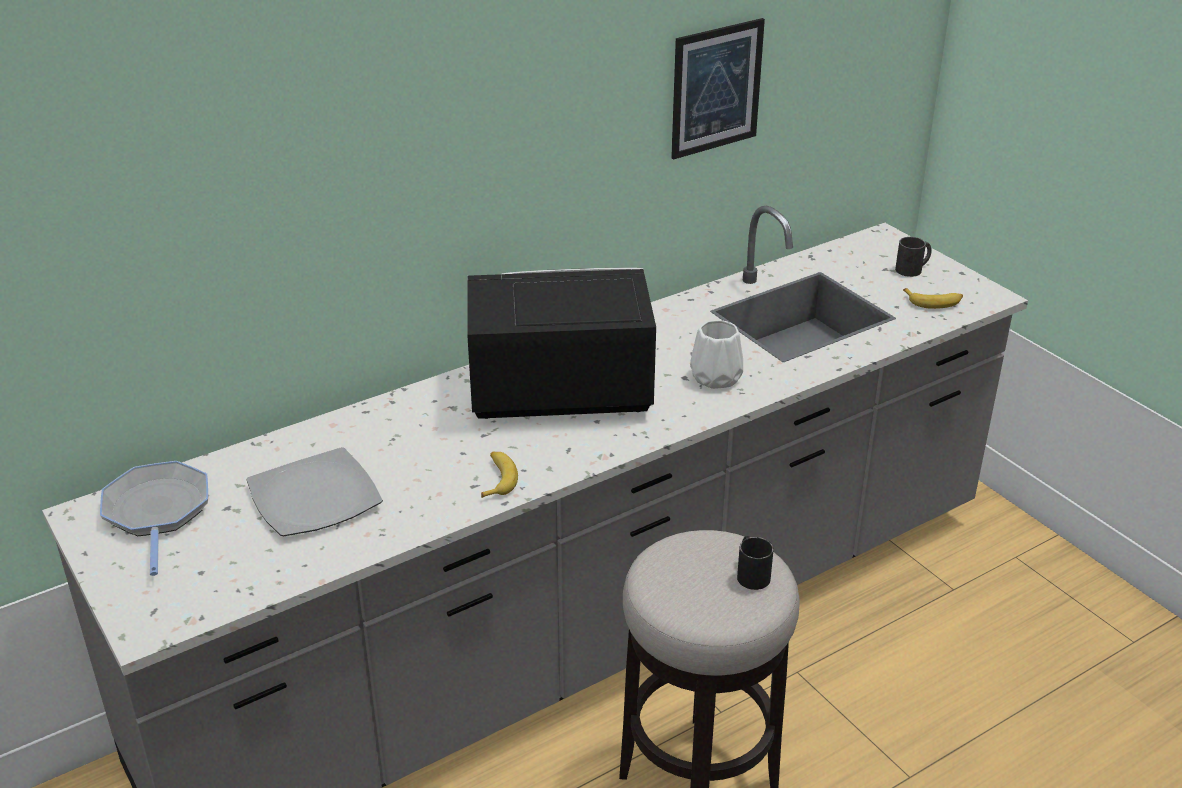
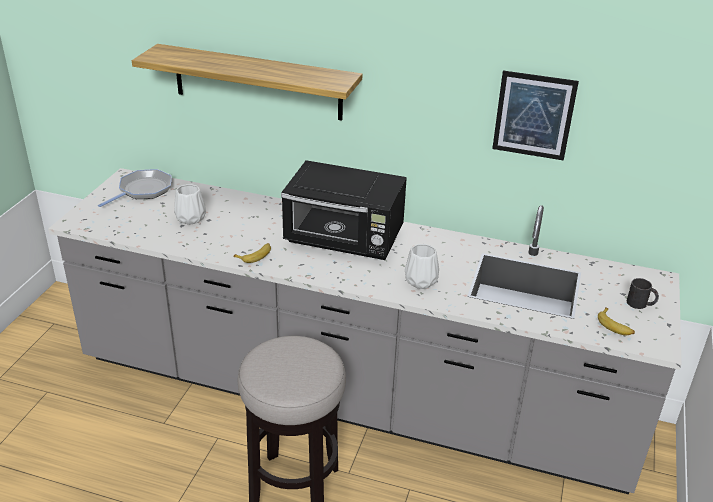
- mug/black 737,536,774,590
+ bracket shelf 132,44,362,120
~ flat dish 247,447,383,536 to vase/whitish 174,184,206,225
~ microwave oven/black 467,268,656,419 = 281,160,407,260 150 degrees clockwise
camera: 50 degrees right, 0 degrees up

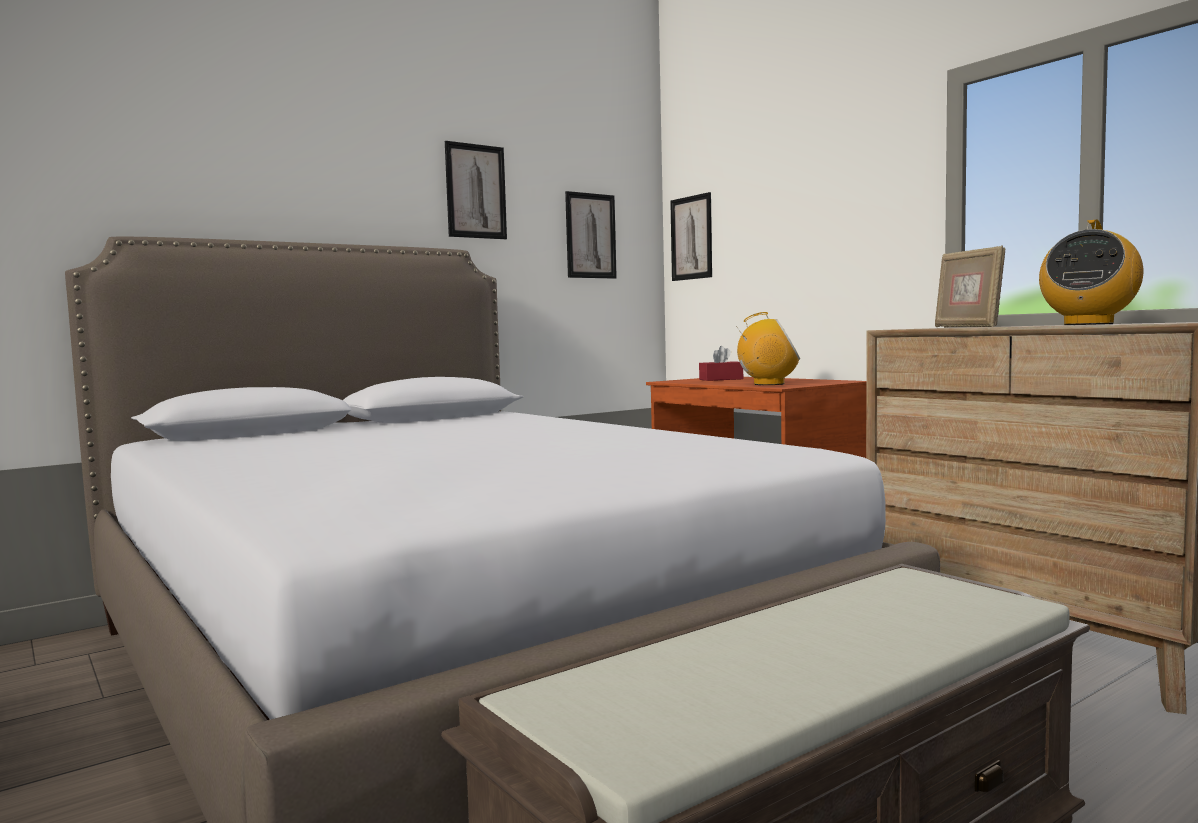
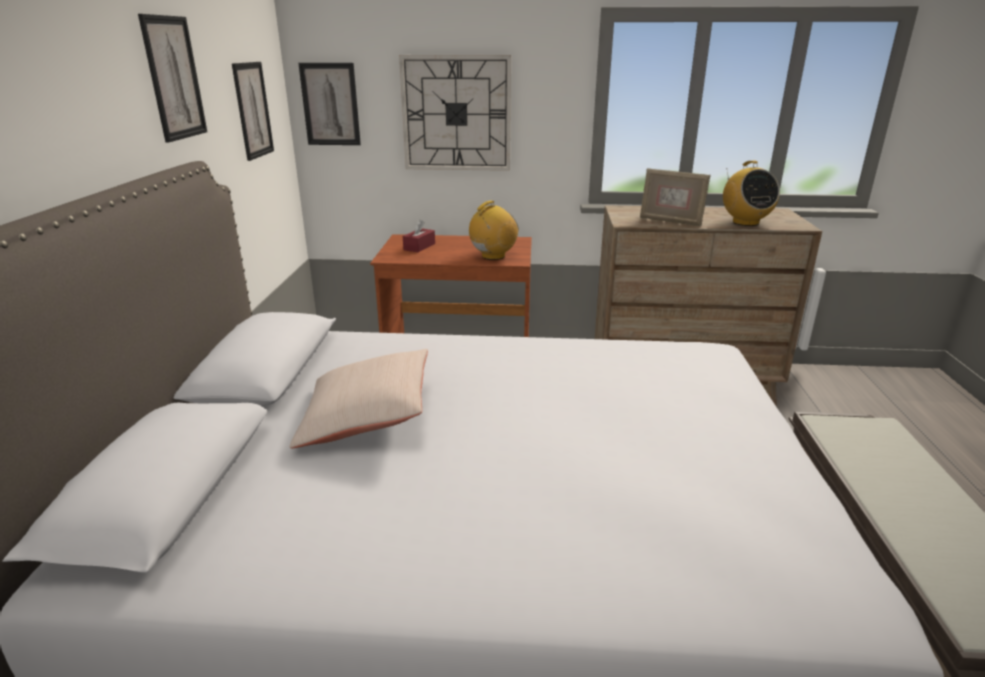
+ pillow/sand-coloured 290,349,428,449
+ hanging clock 399,55,511,171
camera: 50 degrees left, 20 degrees up

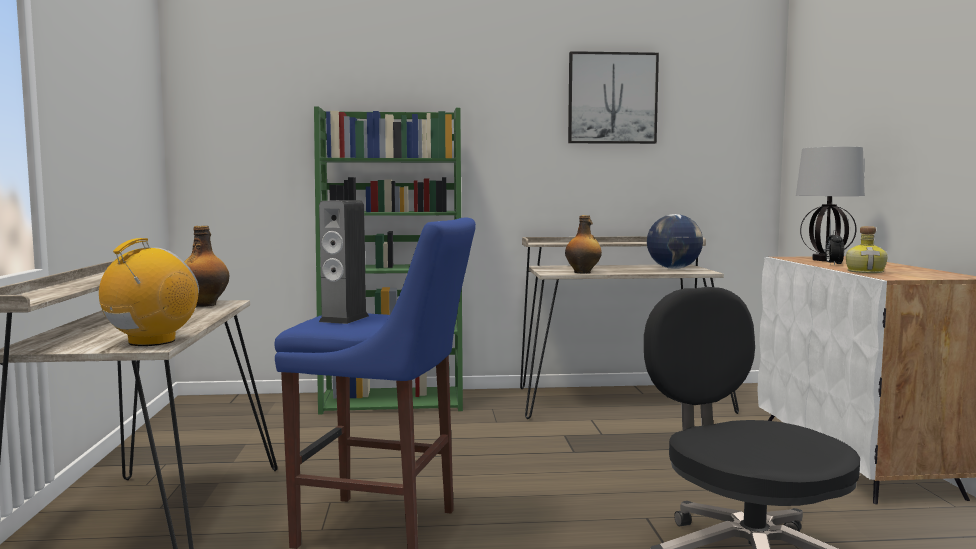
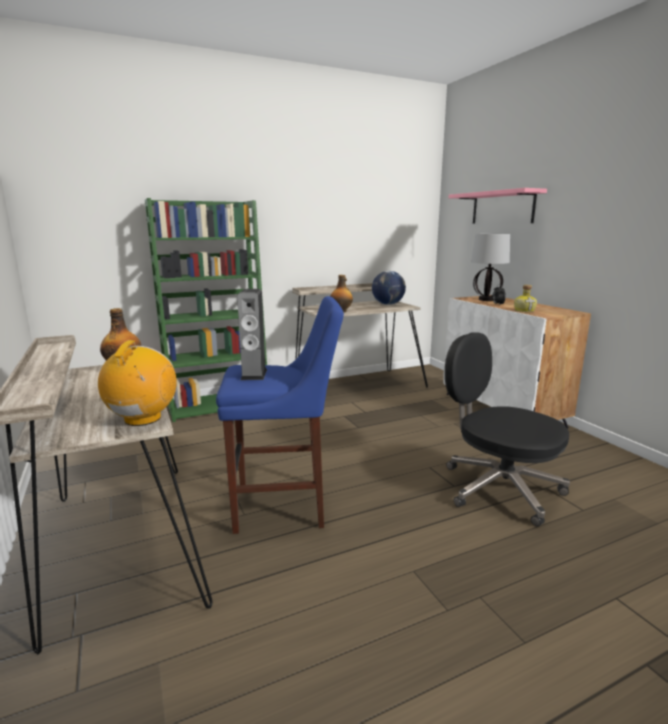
- wall art 568,51,659,144
+ bracket shelf/pinkish 449,188,547,224
camera: 20 degrees left, 10 degrees up

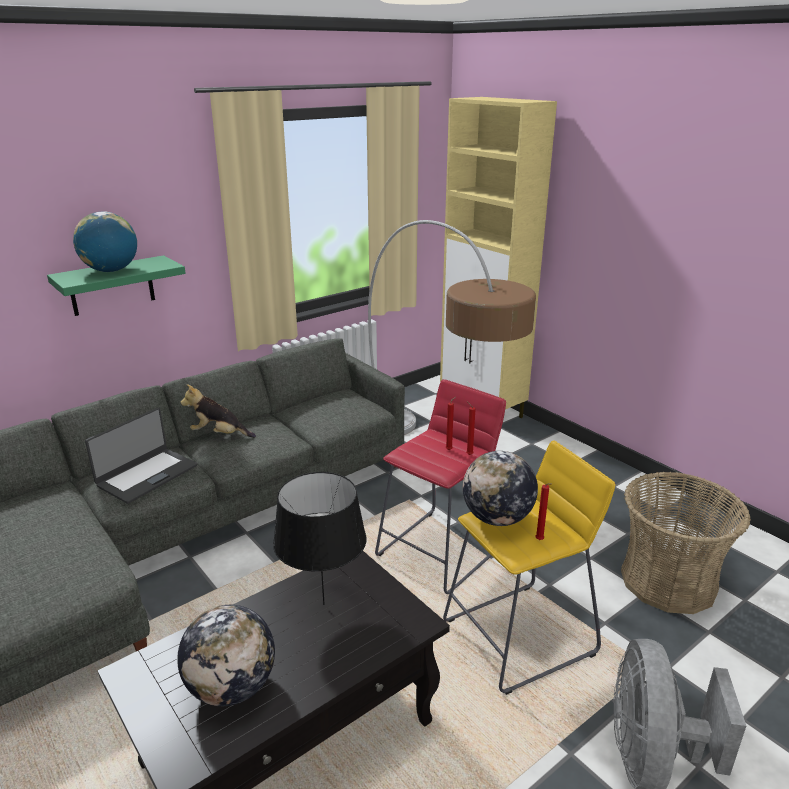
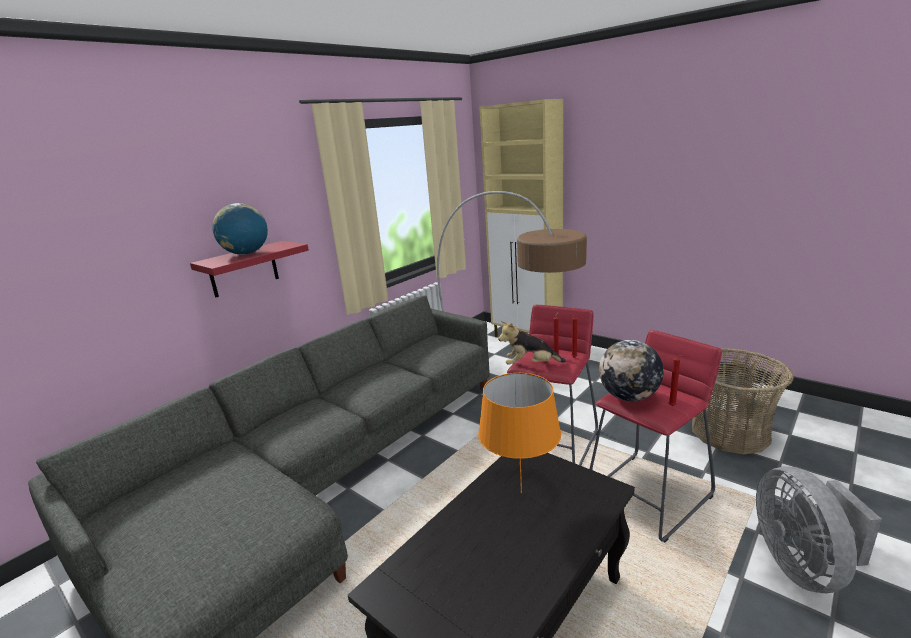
- laptop 85,407,197,504
- world globe 177,605,275,706
~ plush toy 180,384,256,438 to 498,321,566,365
~ bracket shelf/greenish 47,255,186,316 to bracket shelf/red 190,241,309,298
~ lamp for a table/black 273,472,366,605 to lamp for a table/orange-coloured 478,373,561,493
~ sitting stool/yellow 443,440,615,695 to sitting stool/red 590,330,722,542
camera: 10 degrees left, 5 degrees down

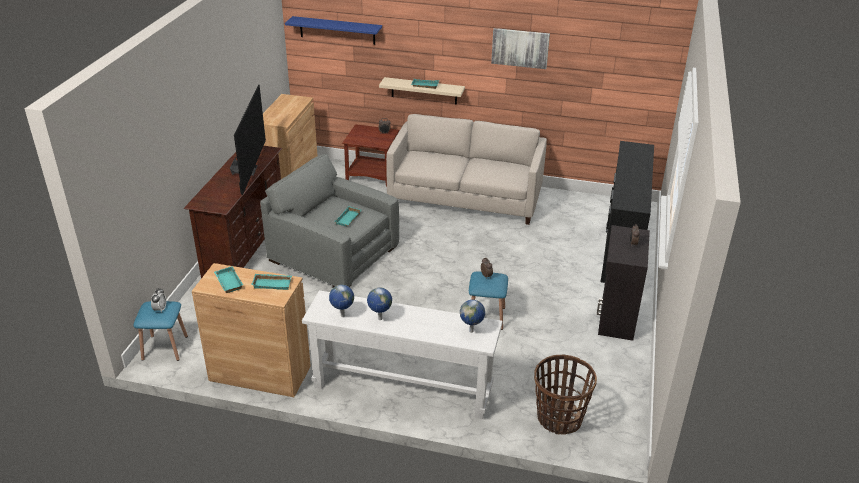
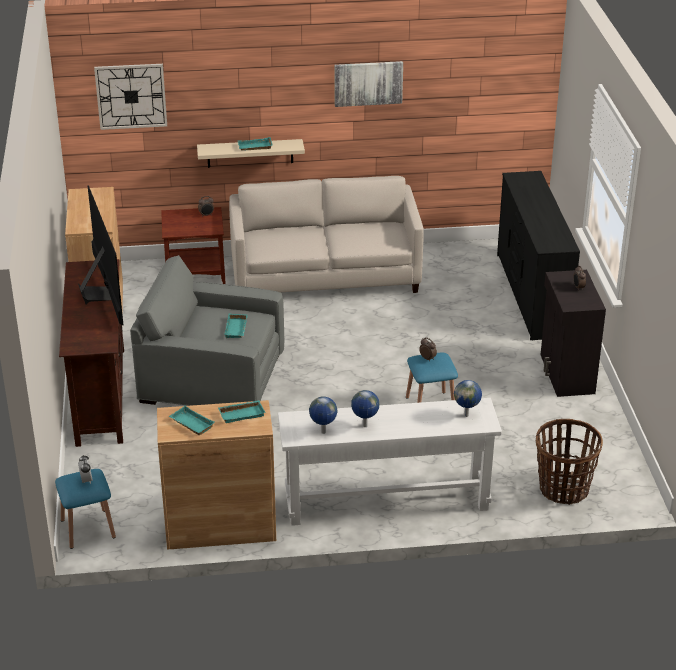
~ bracket shelf/blue 285,16,382,45 to hanging clock 94,64,167,130
camera: 20 degrees left, 0 degrees up

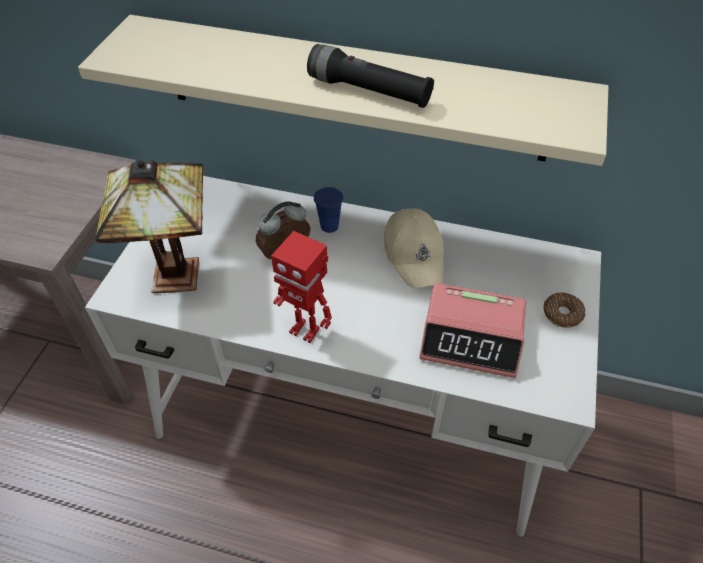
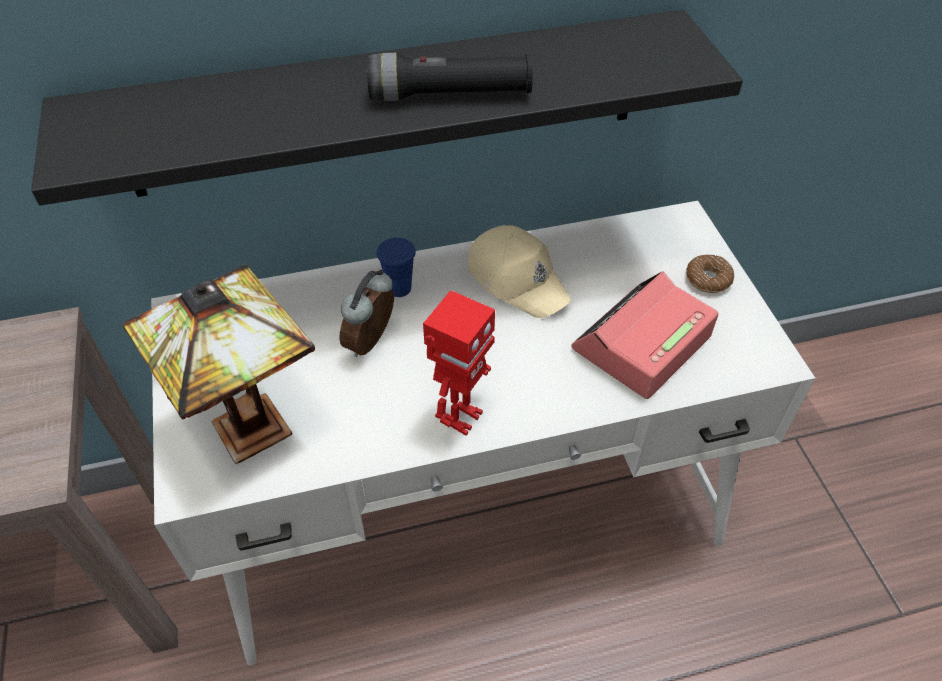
~ bracket shelf/sand-coloured 78,15,609,166 to bracket shelf/black 31,10,743,205
~ toy robot 271,231,332,343 = 423,290,495,436 60 degrees counterclockwise
~ table clock 419,283,526,378 = 571,271,719,399 150 degrees clockwise
camera: 30 degrees left, 0 degrees up

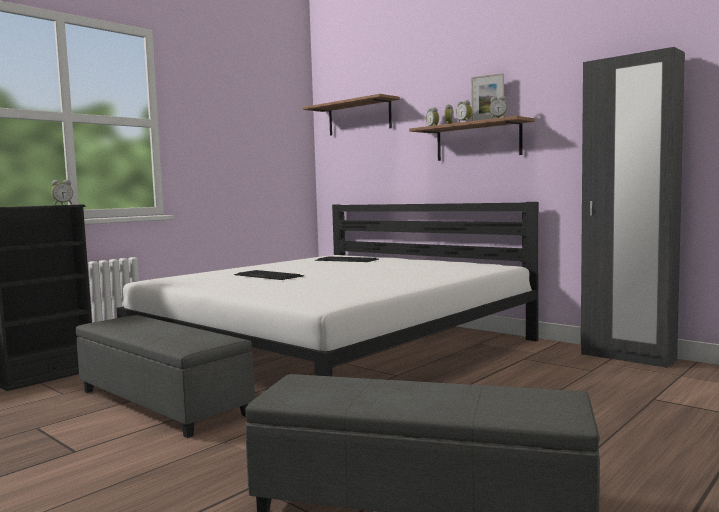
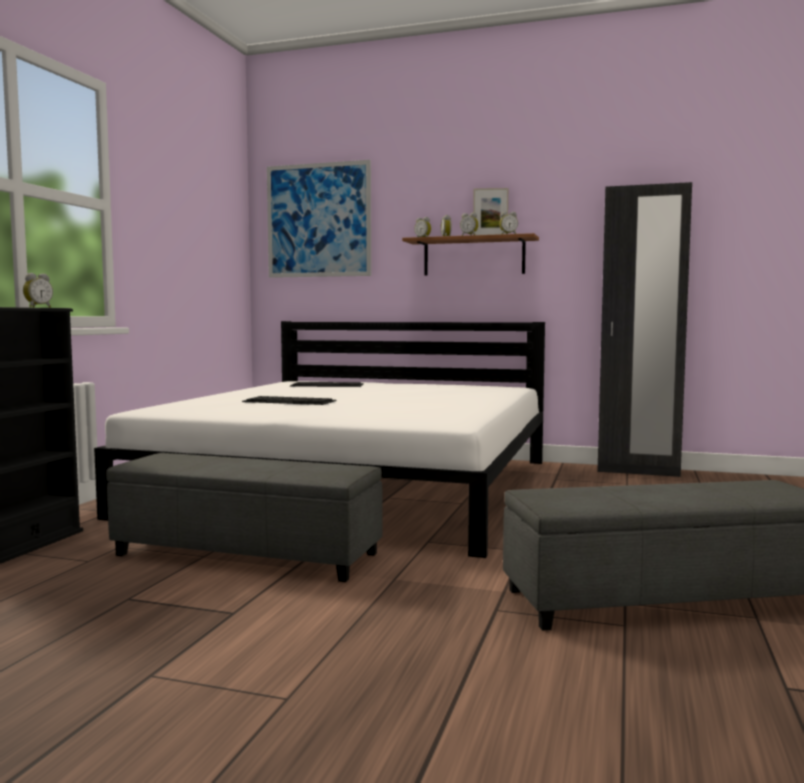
~ bracket shelf 302,94,400,136 to wall art 267,160,371,278
camera: 25 degrees left, 0 degrees up

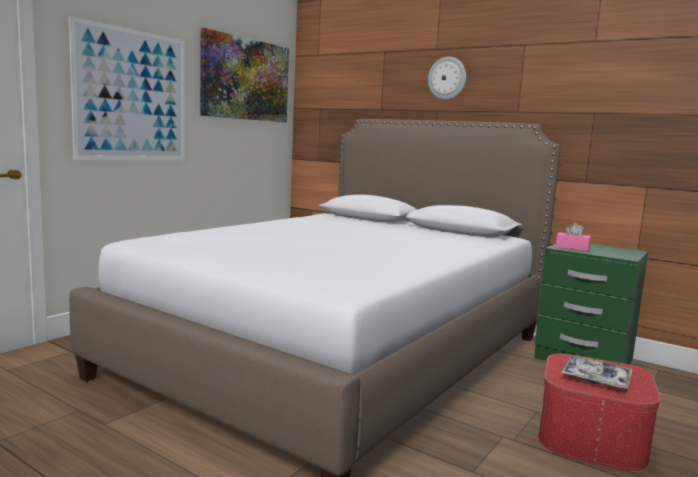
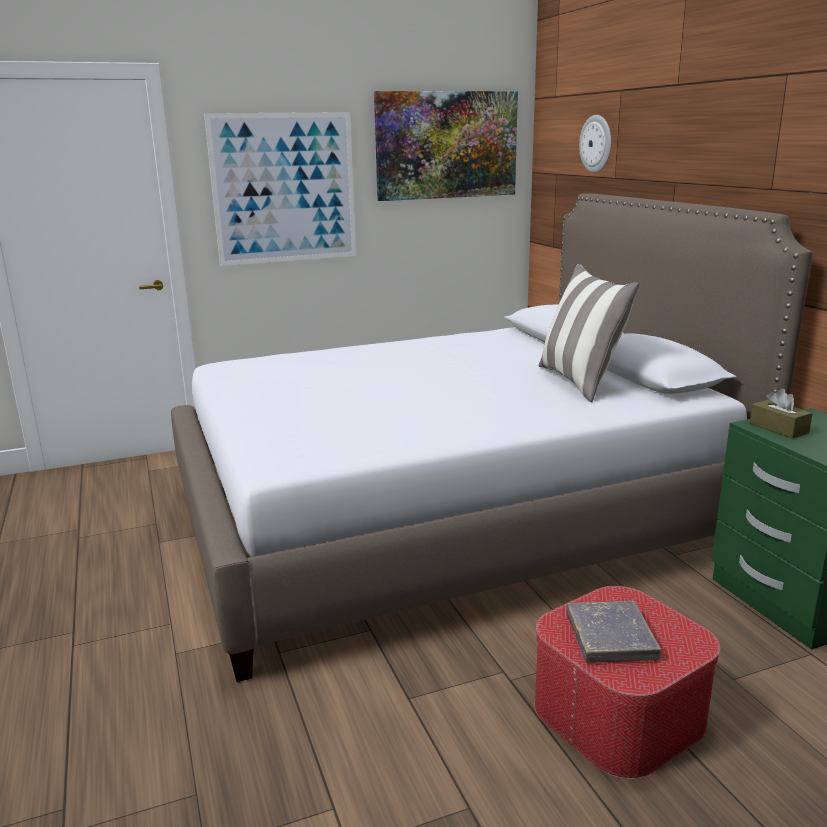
+ pillow 539,264,639,402
~ hanging clock 428,57,466,100 to 579,115,611,173
~ serving tray 561,355,633,389 to volume/grey 567,601,661,663
~ tissue box/pinkish 556,222,591,251 to tissue box/brown-coloured 750,389,812,438
camera: 35 degrees right, 10 degrees up

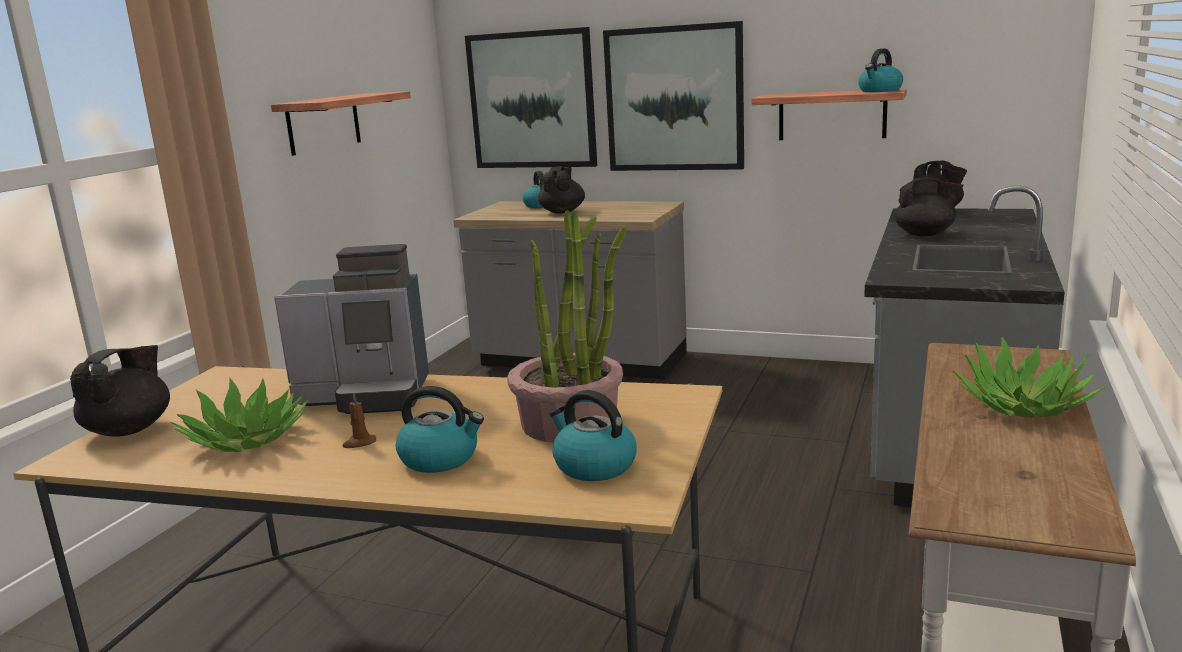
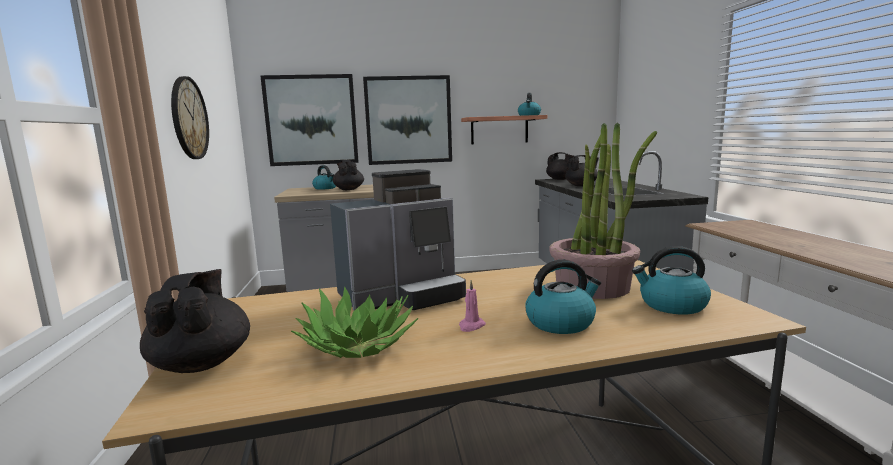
- potted plant 953,337,1106,418
~ bracket shelf 271,91,411,156 to hanging clock 171,76,209,159
~ candle/brown-coloured 342,392,376,448 to candle/pinkish 459,280,486,332
camera: 30 degrees left, 5 degrees down

